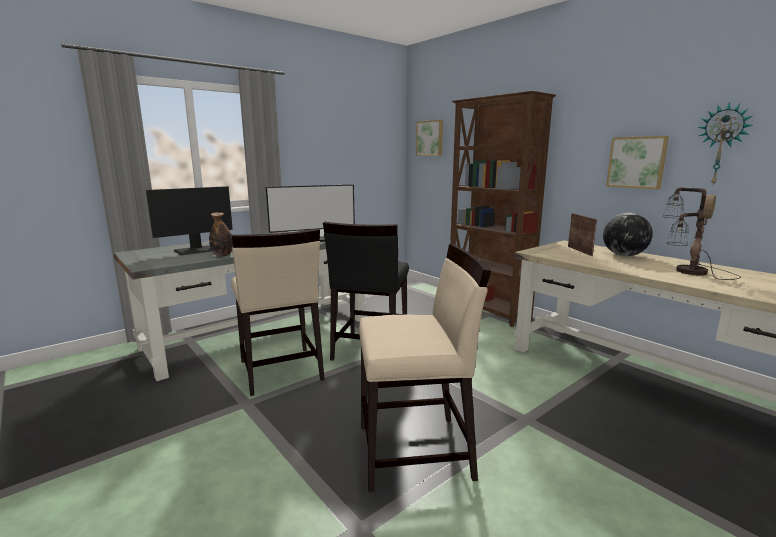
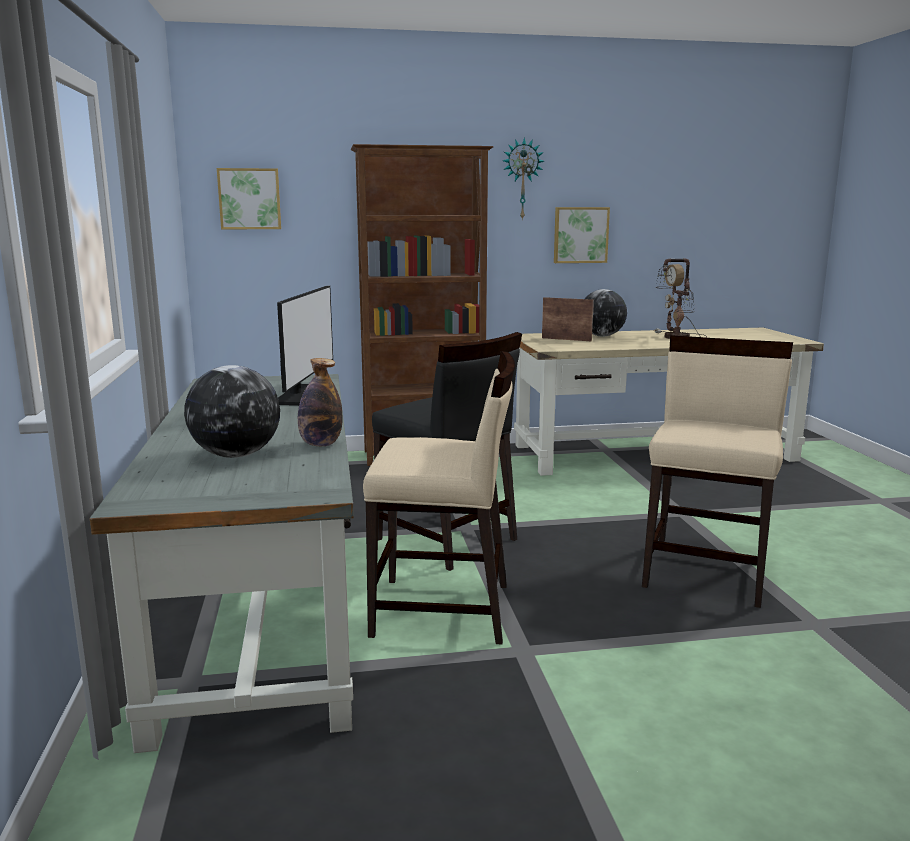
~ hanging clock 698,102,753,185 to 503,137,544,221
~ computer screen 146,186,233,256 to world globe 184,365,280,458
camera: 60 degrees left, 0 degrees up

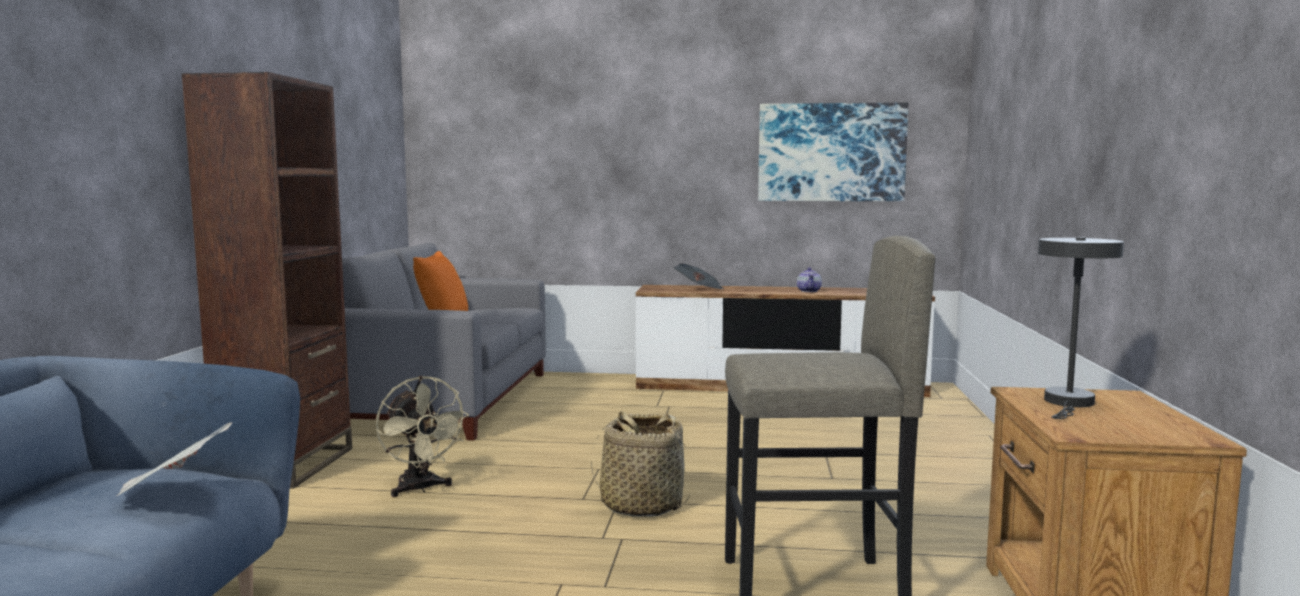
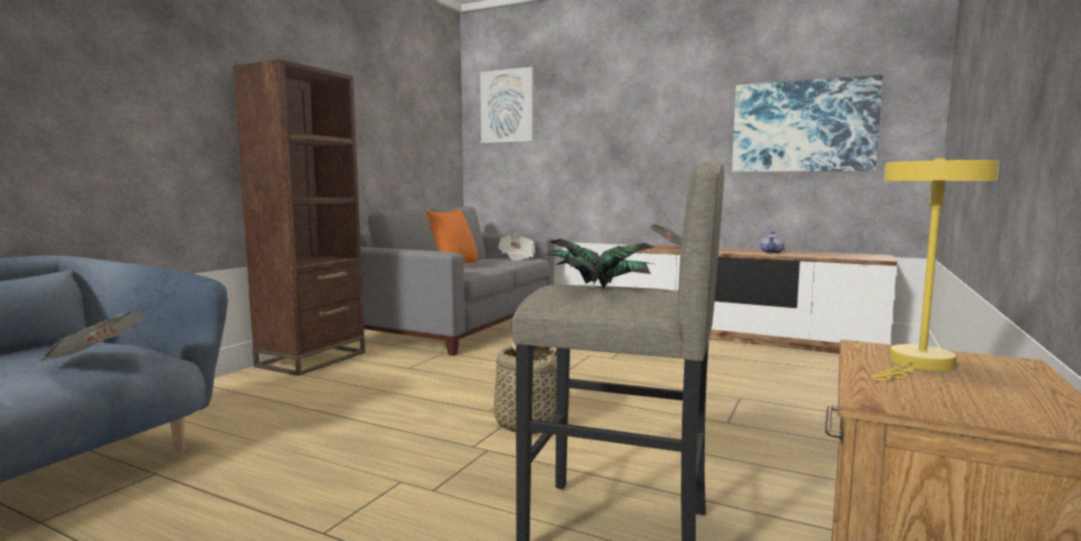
- electric fan/sand-coloured 376,376,469,497
+ wall art 480,67,534,143
+ newspaper 498,234,535,260
+ potted plant 545,239,655,288
~ lamp for a table/grey 1038,237,1124,419 to lamp for a table/yellow 871,158,1000,381
camera: 20 degrees right, 0 degrees up

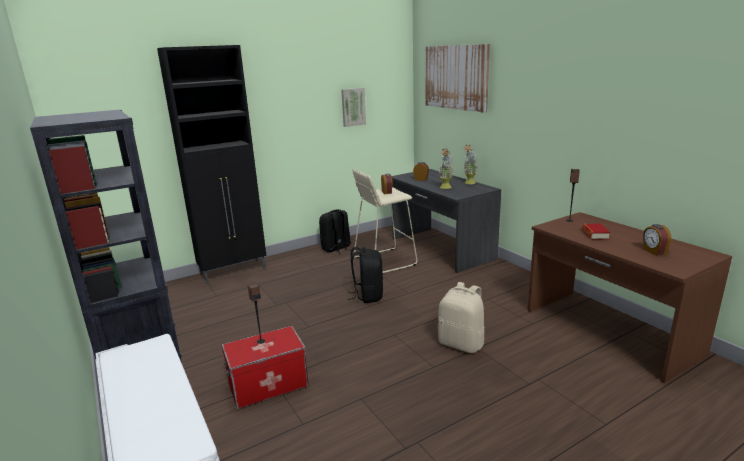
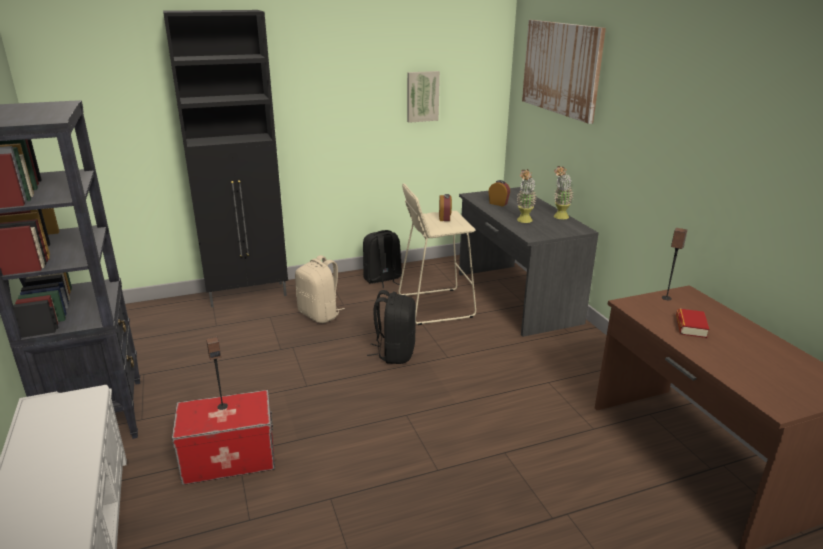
- table clock 643,224,671,256
~ knapsack/sand-coloured 438,282,484,353 to 295,255,345,323
camera: 10 degrees right, 5 degrees up

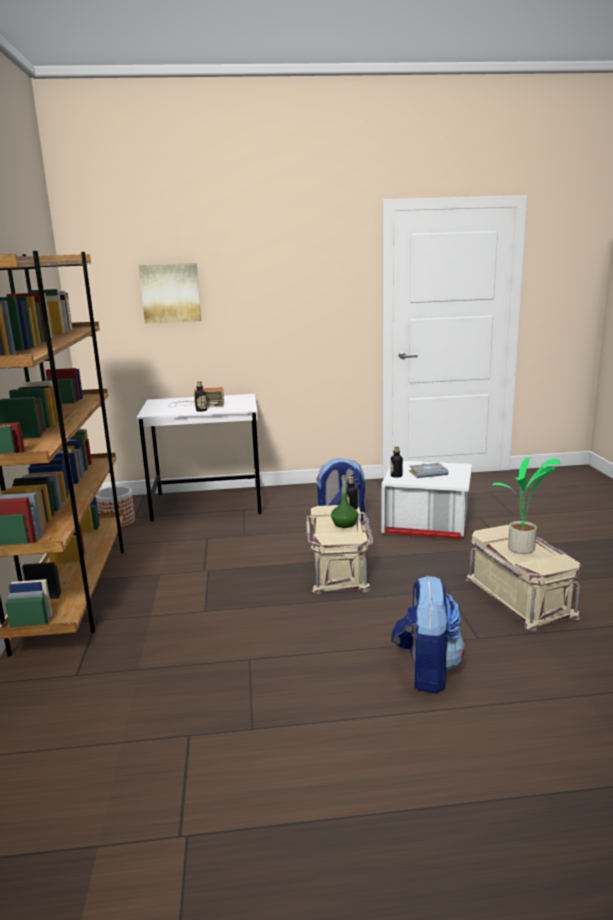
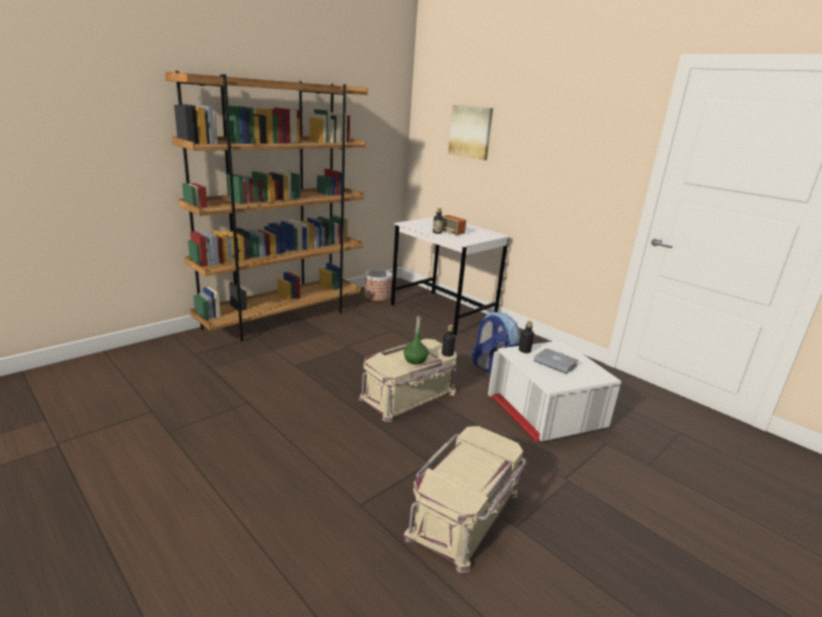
- knapsack 392,576,465,693
- potted plant 492,457,560,554
camera: 50 degrees right, 5 degrees up

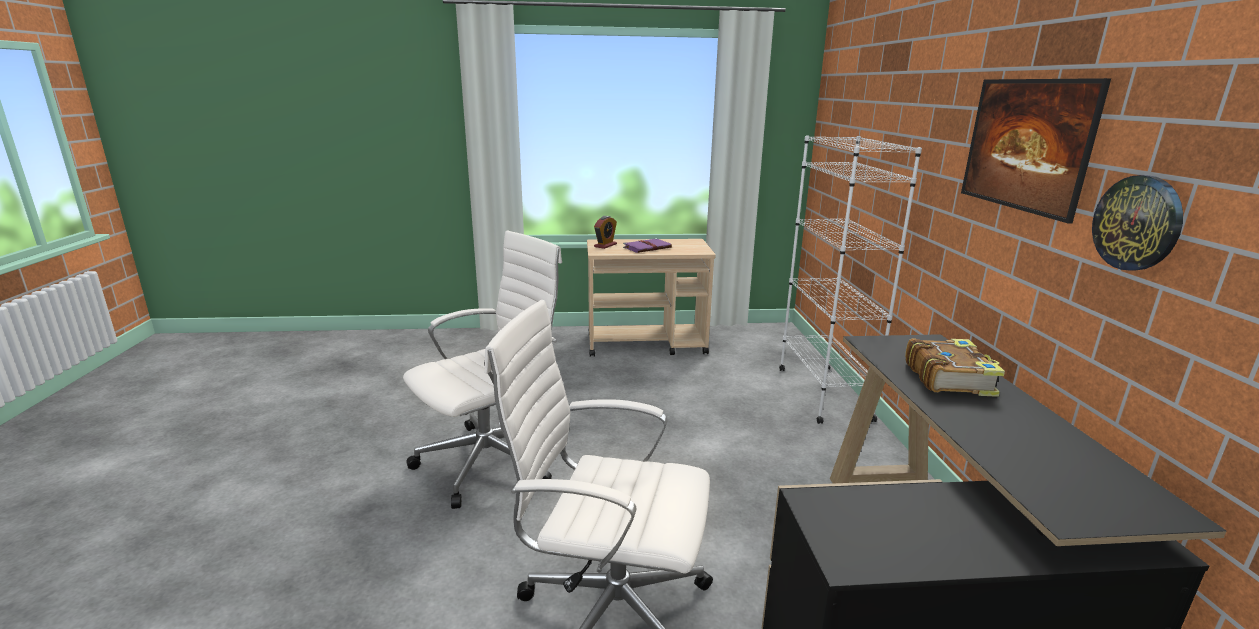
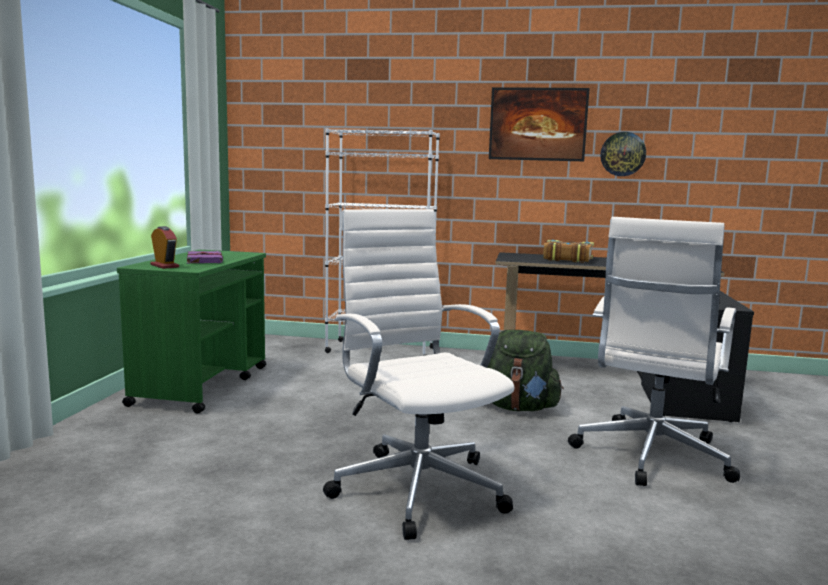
+ knapsack/greenish 487,330,564,411
~ cart/sand-coloured 587,239,716,357 to cart/greenish 117,250,266,414
camera: 75 degrees left, 10 degrees down

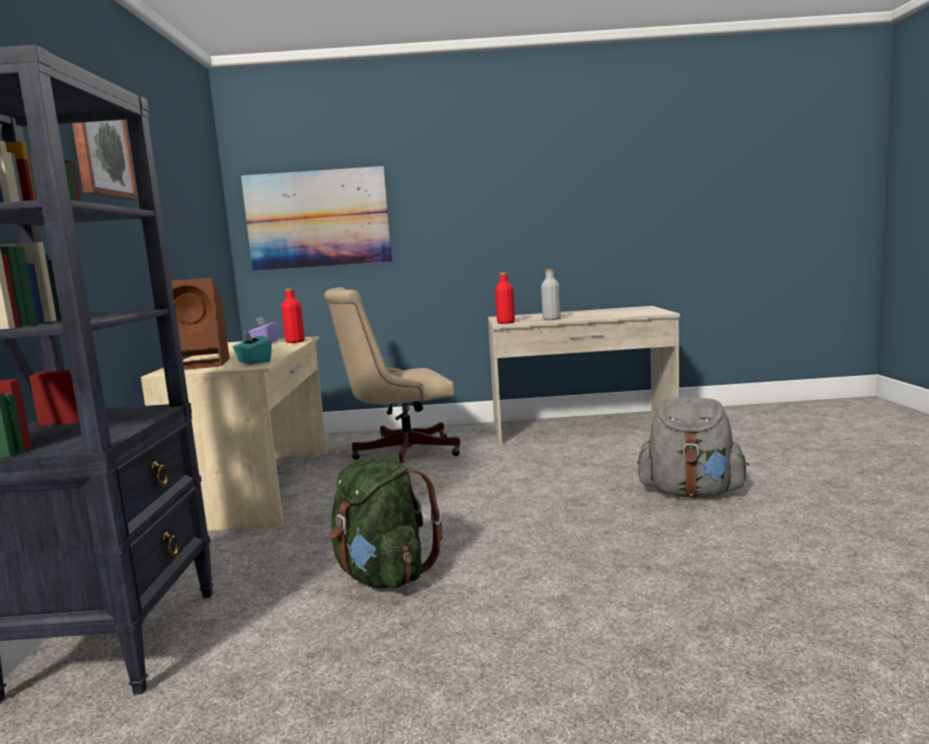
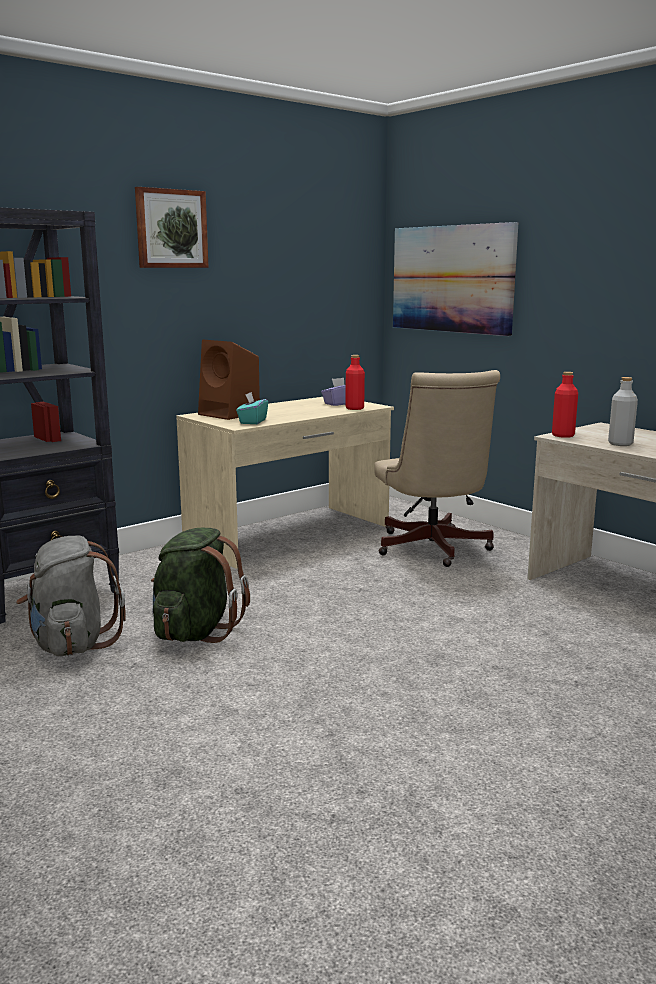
~ knapsack/grey 637,397,749,498 to 16,536,126,656
~ computer chair/sand-coloured 324,287,460,463 = 374,370,500,567 135 degrees counterclockwise
camera: 50 degrees right, 5 degrees up

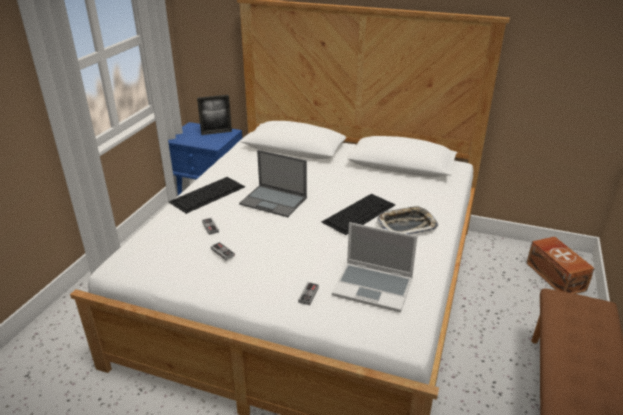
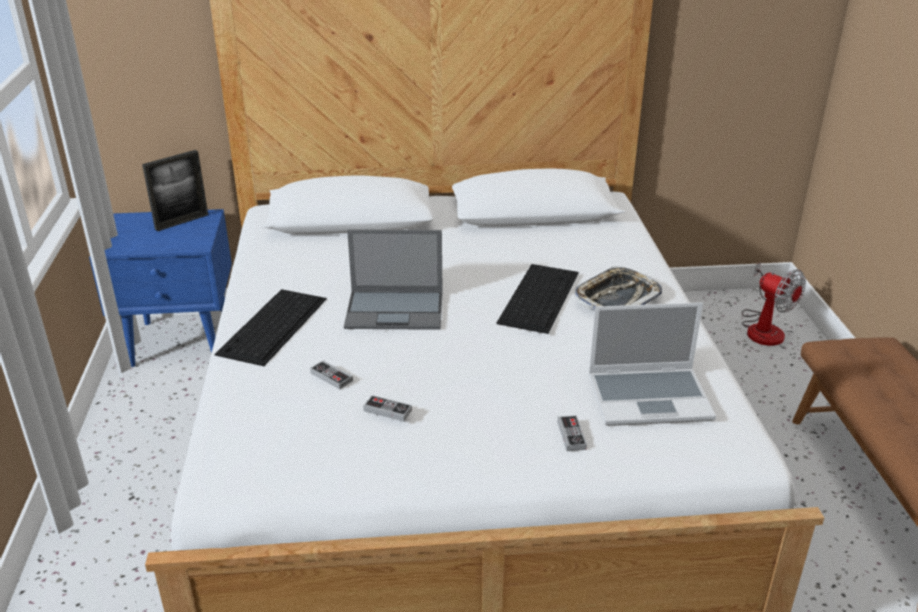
~ storage box/brown-coloured 526,236,595,294 to electric fan 742,262,806,346
camera: 25 degrees left, 0 degrees up

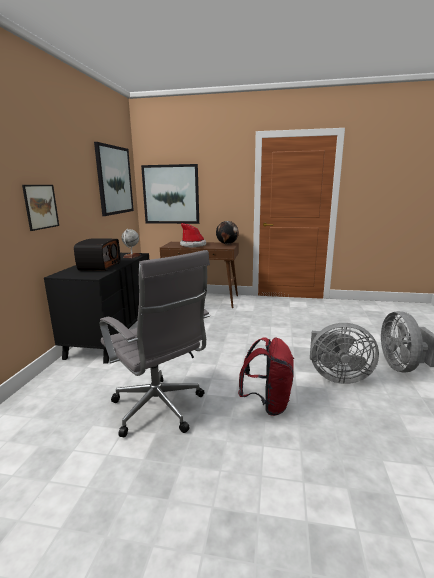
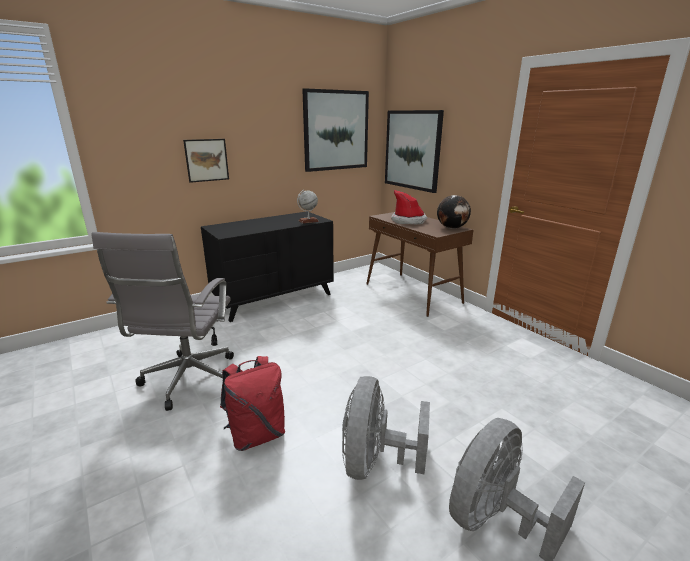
- radio 74,239,120,271
~ electric fan/grey 310,323,379,384 = 342,376,430,480 45 degrees clockwise
camera: 45 degrees right, 5 degrees up

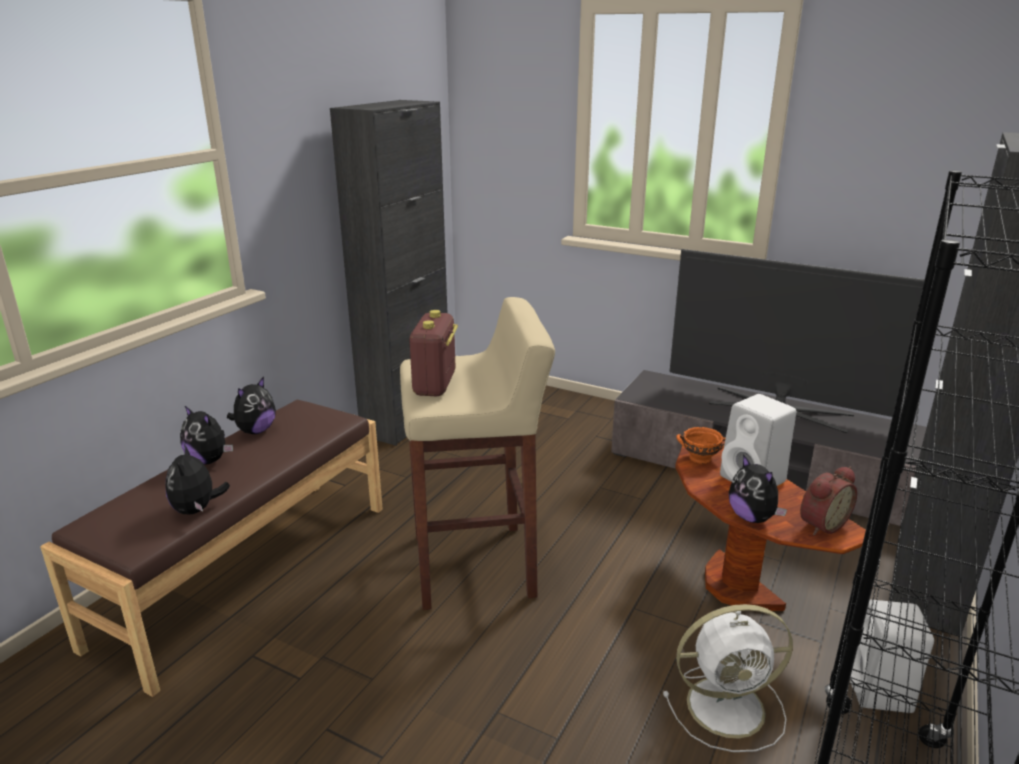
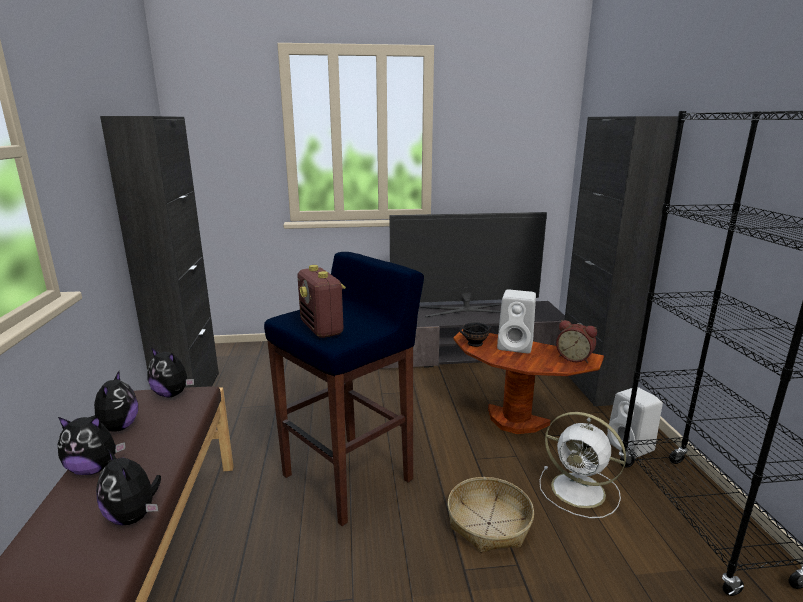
+ basket 447,477,534,553
~ plush toy 729,454,787,523 to 147,347,194,397
~ sitting stool/sand-coloured 400,297,555,610 to sitting stool/blue 264,252,424,526
~ serving bowl/orange-coloured 676,427,726,464 to serving bowl/black 460,322,491,347
~ electric fan/whitish 663,604,793,752 = 540,412,626,518 75 degrees clockwise
~ table clock 800,466,857,535 = 556,320,597,363 105 degrees clockwise
camera: 35 degrees left, 5 degrees down

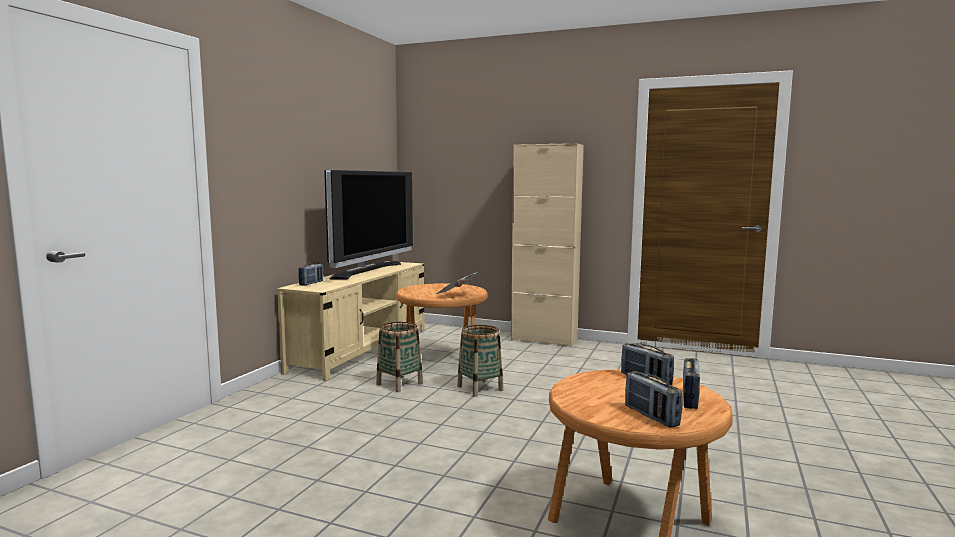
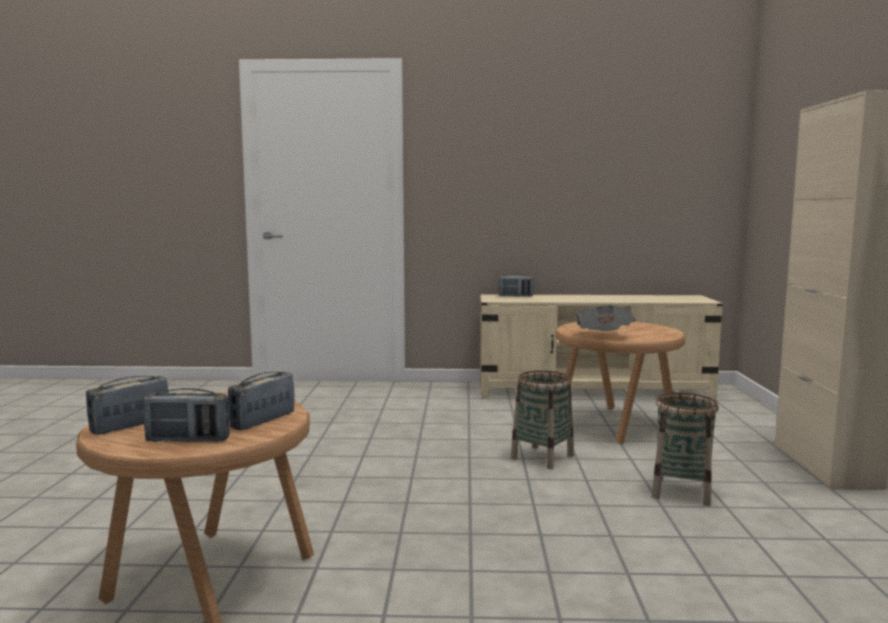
- TV 324,170,413,280
~ basket 376,322,423,392 to 652,392,719,506
camera: 70 degrees right, 0 degrees up

